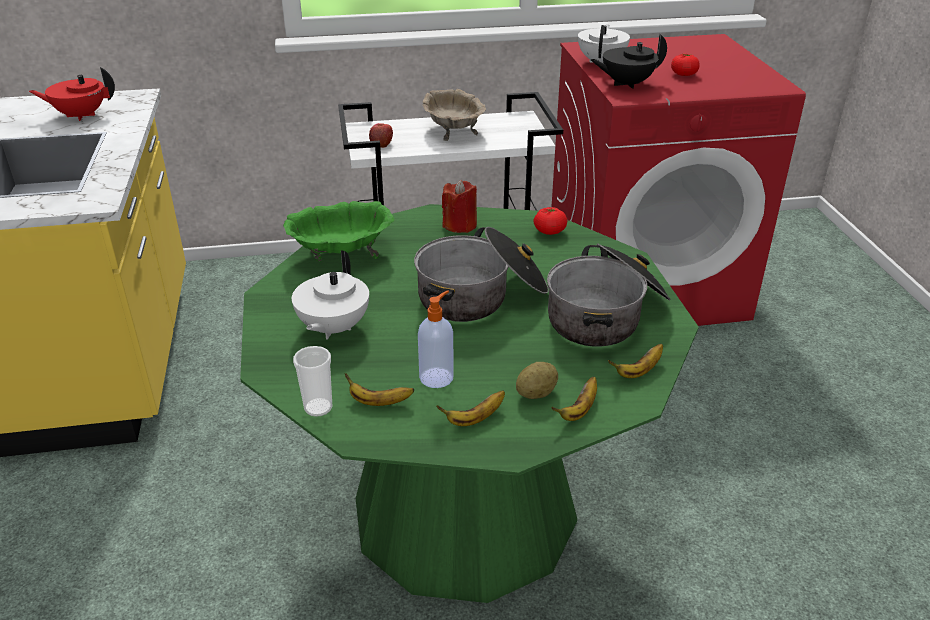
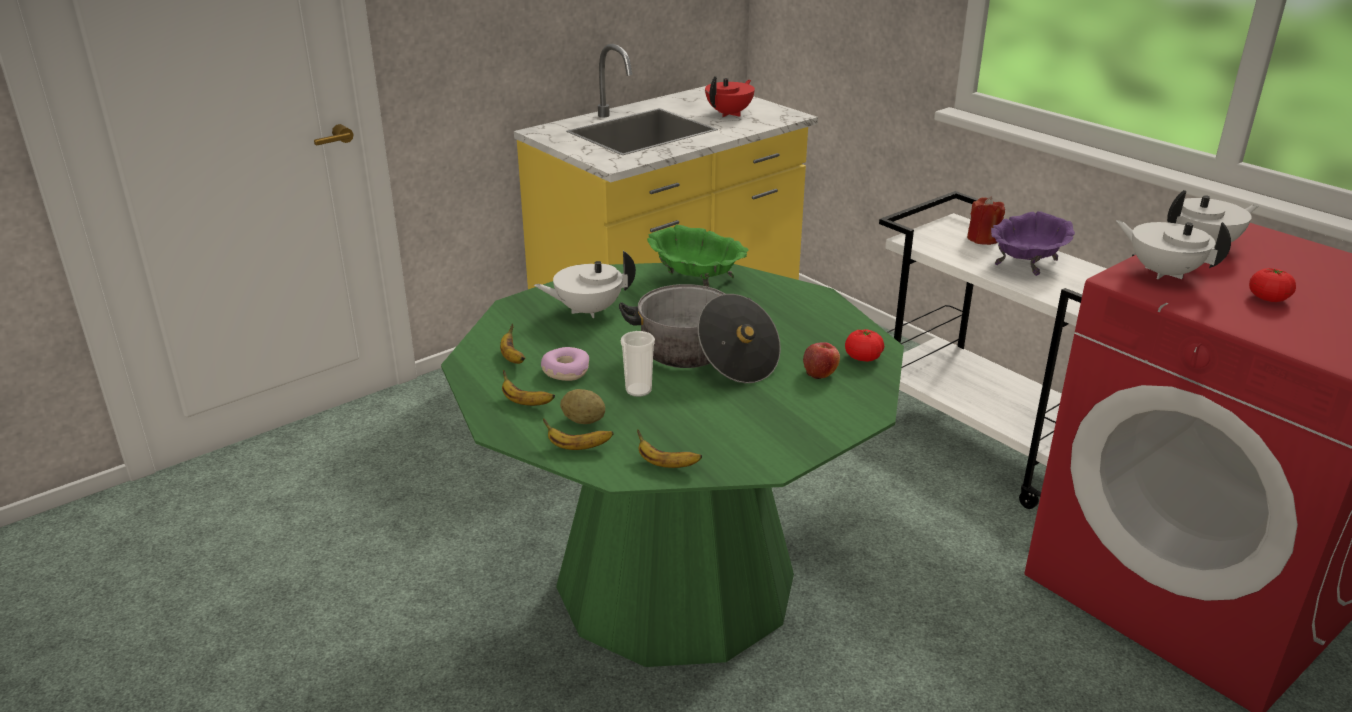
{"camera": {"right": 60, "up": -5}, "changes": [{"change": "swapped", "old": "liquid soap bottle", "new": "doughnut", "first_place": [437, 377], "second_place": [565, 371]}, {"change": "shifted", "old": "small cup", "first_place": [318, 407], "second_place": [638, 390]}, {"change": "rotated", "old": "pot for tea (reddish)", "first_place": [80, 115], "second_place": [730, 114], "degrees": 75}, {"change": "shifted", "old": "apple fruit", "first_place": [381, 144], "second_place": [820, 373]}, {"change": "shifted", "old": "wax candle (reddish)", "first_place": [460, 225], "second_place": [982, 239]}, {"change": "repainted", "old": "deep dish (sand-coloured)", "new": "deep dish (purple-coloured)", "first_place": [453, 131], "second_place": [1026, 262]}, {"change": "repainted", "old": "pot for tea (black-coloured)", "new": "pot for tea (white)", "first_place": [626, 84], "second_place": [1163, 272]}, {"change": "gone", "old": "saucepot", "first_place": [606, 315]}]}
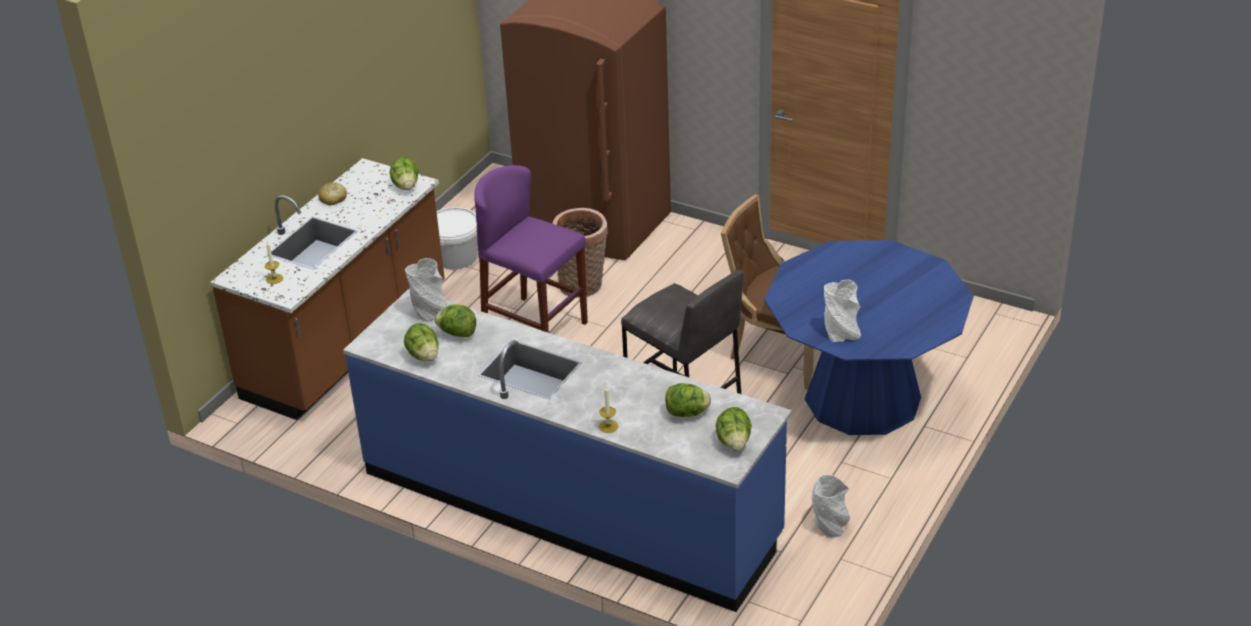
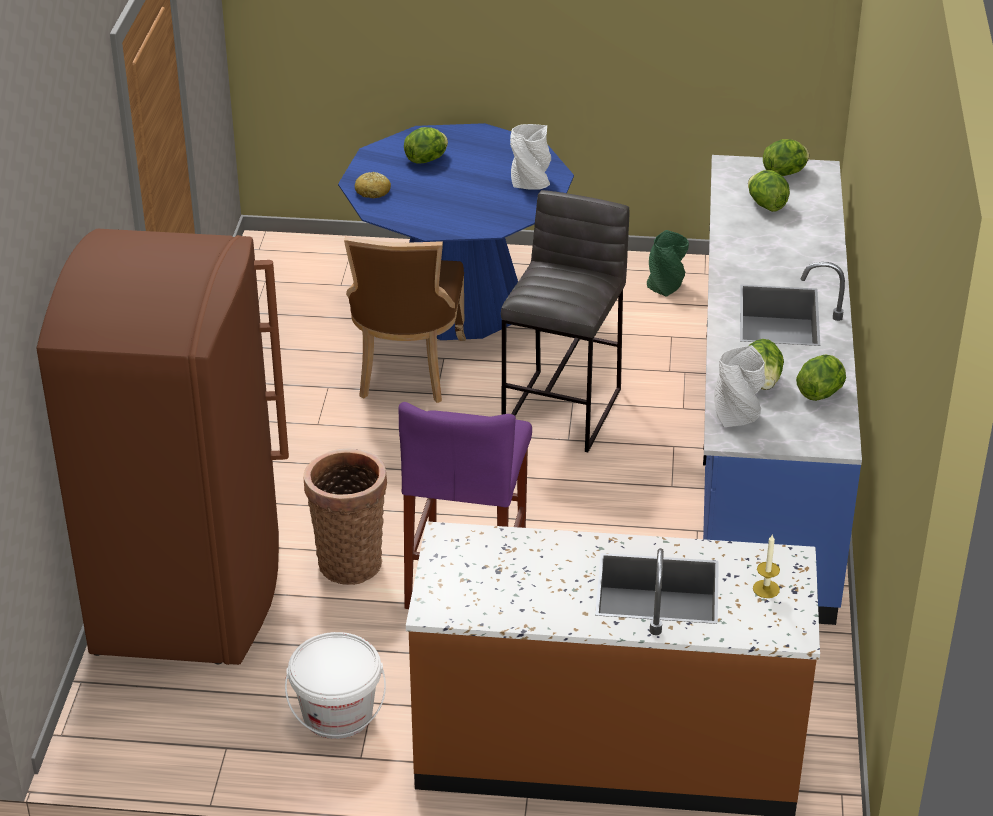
{"camera": {"right": -115, "up": 0}, "changes": [{"change": "shifted", "old": "bakery bread", "first_place": [333, 199], "second_place": [373, 192]}, {"change": "shifted", "old": "lettuce head", "first_place": [406, 186], "second_place": [427, 160]}, {"change": "repainted", "old": "vase (gray)", "new": "vase (green-coloured)", "first_place": [830, 526], "second_place": [666, 286]}, {"change": "gone", "old": "wax candle", "first_place": [608, 426]}]}
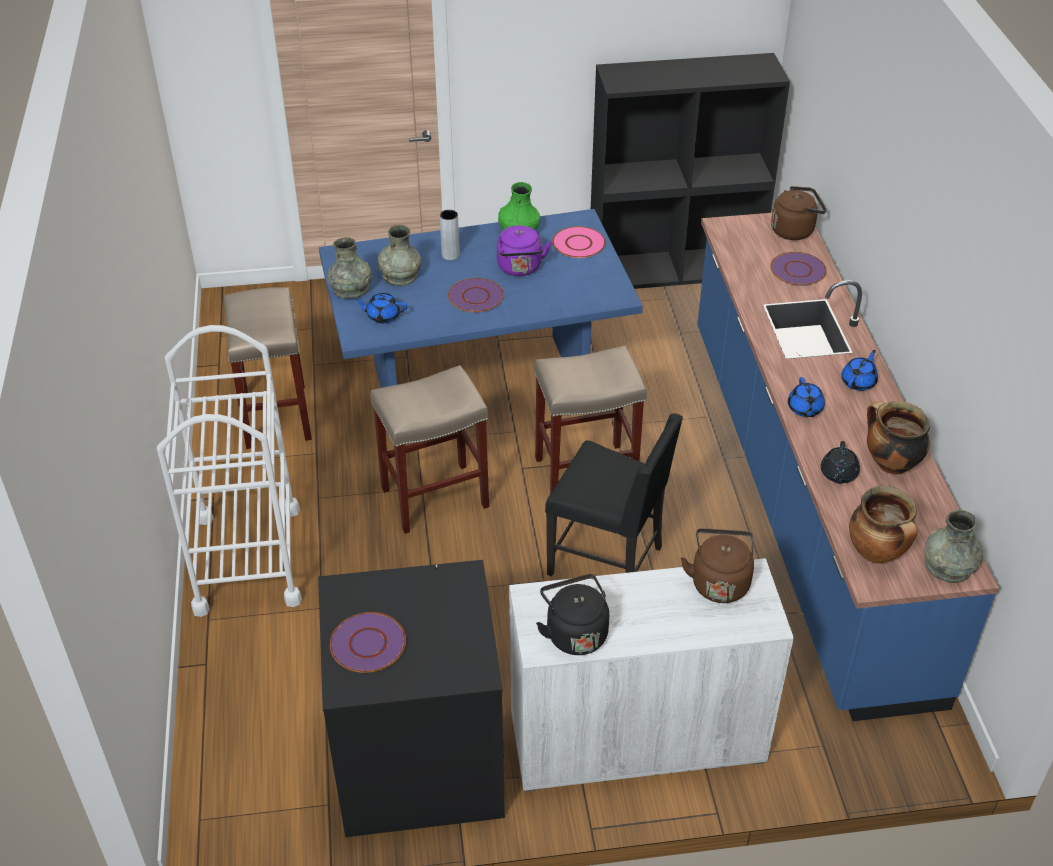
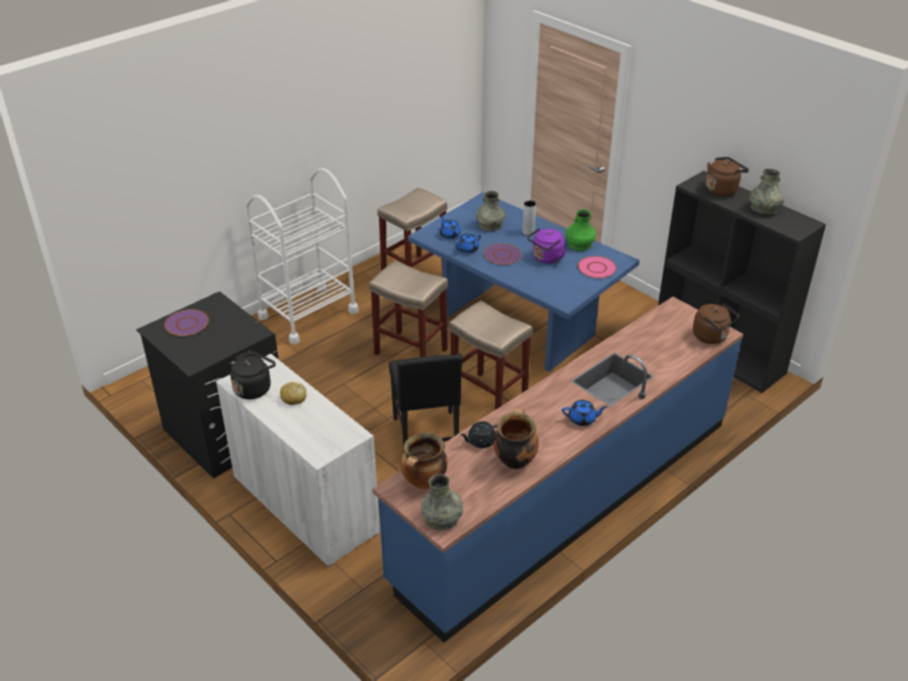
{"camera": {"right": 55, "up": -5}, "changes": [{"change": "new", "new": "bakery bread", "second_place": [293, 398]}, {"change": "shifted", "old": "pot for tea (blue)", "first_place": [805, 409], "second_place": [467, 249]}, {"change": "shifted", "old": "water kettle (brownish)", "first_place": [719, 582], "second_place": [722, 189]}, {"change": "shifted", "old": "vase (gray)", "first_place": [351, 289], "second_place": [764, 209]}, {"change": "gone", "old": "plate (purple-coloured)", "first_place": [798, 270]}]}
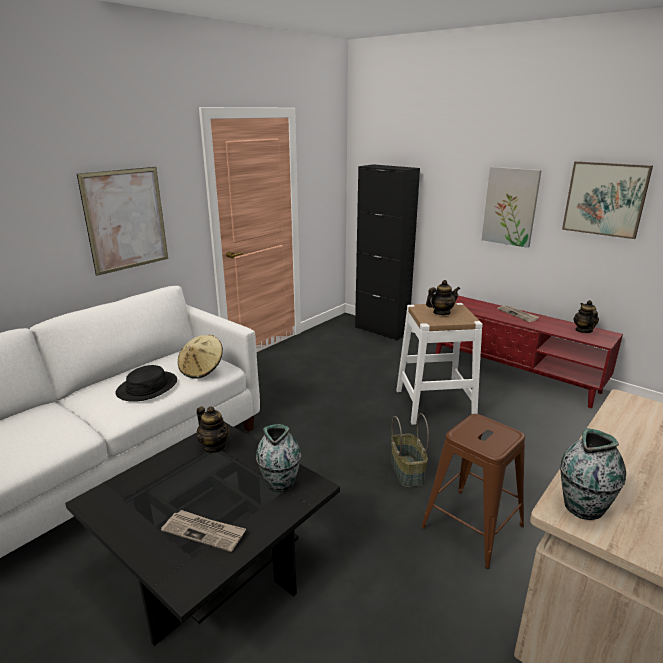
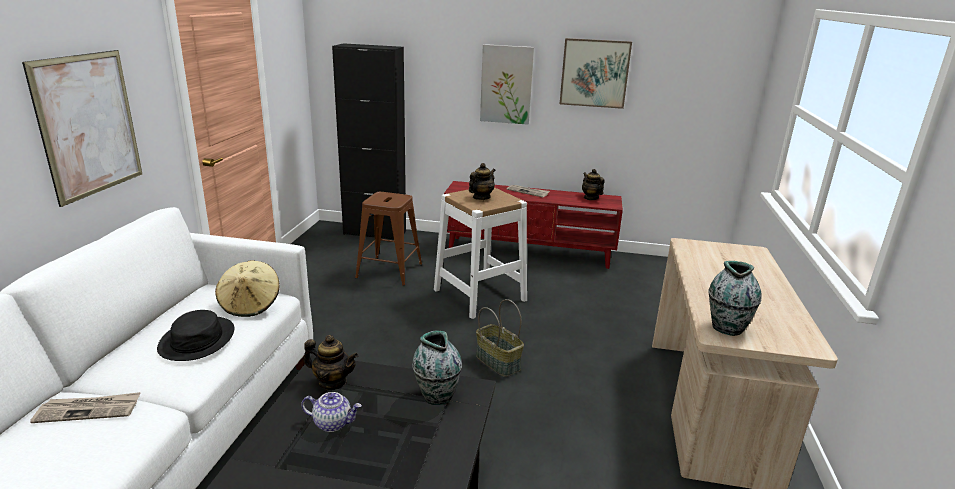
{"camera": {"right": -30, "up": 0}, "changes": [{"change": "shifted", "old": "newspaper", "first_place": [204, 532], "second_place": [89, 410]}, {"change": "new", "new": "pot for tea", "second_place": [333, 423]}, {"change": "shifted", "old": "sitting stool (brownish)", "first_place": [472, 527], "second_place": [389, 271]}]}
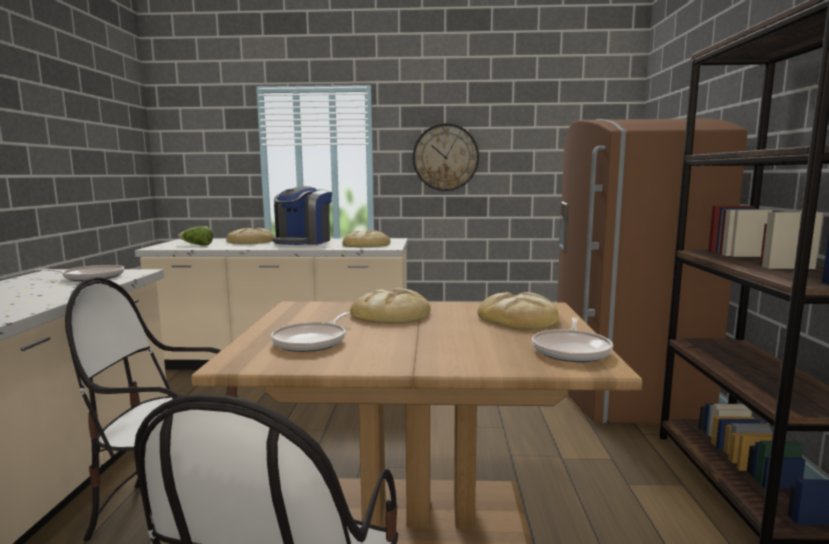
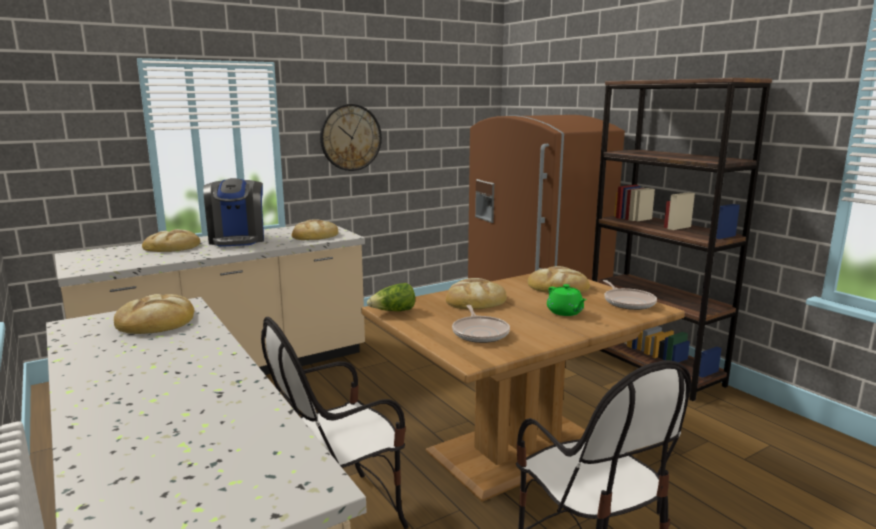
{"camera": {"right": -35, "up": 5}, "changes": [{"change": "swapped", "old": "pan", "new": "bakery bread", "first_place": [90, 277], "second_place": [156, 320]}, {"change": "shifted", "old": "lettuce head", "first_place": [197, 245], "second_place": [393, 311]}, {"change": "new", "new": "pot for tea (green-coloured)", "second_place": [565, 312]}]}
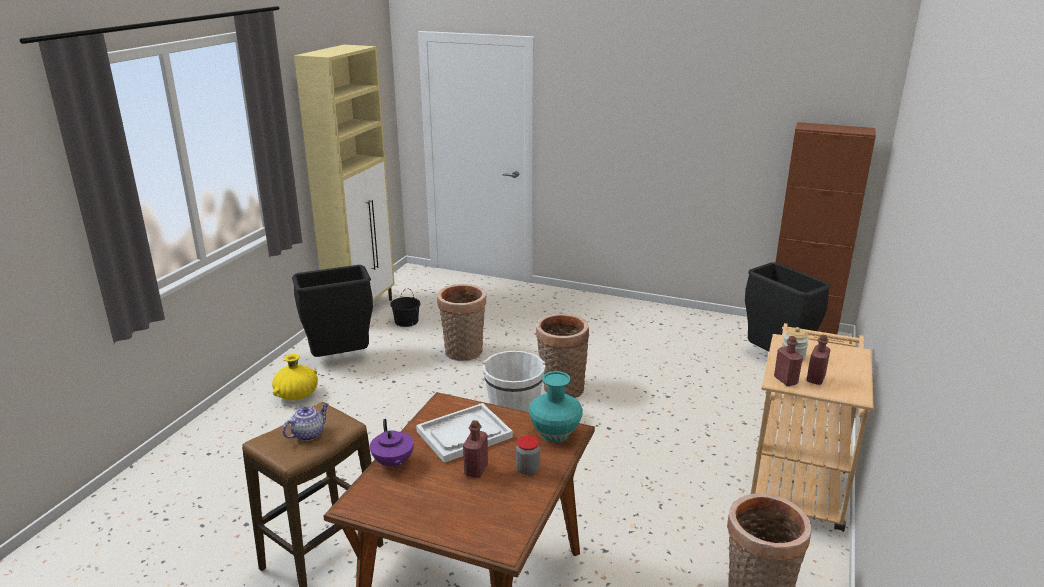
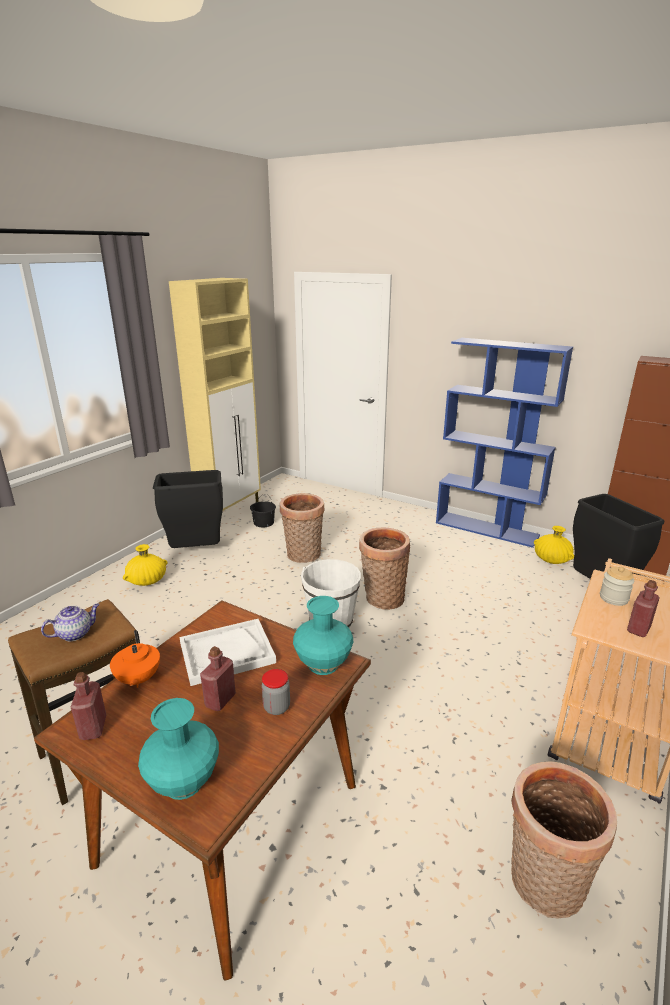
{"camera": {"right": 10, "up": 0}, "changes": [{"change": "shifted", "old": "beverage bottle (reddish)", "first_place": [785, 380], "second_place": [93, 728]}, {"change": "repainted", "old": "pot for tea (purple-coloured)", "new": "pot for tea (orange)", "first_place": [393, 463], "second_place": [138, 679]}, {"change": "new", "new": "vase (turquoise)", "second_place": [184, 781]}, {"change": "new", "new": "bookshelf (blue)", "second_place": [487, 529]}, {"change": "new", "new": "vase (yellow-coloured)", "second_place": [551, 560]}]}
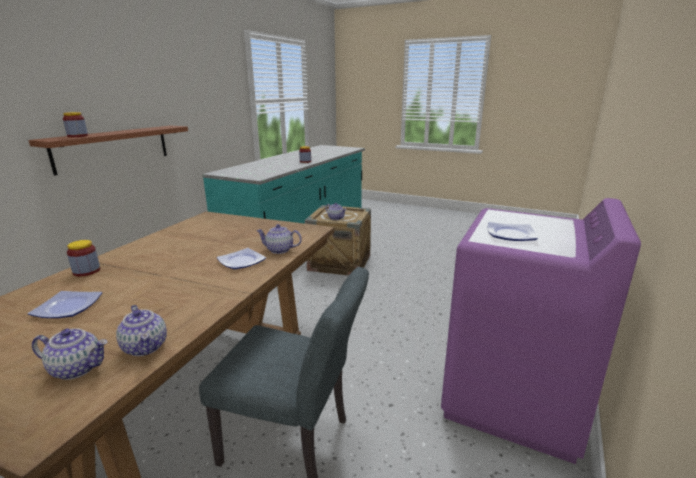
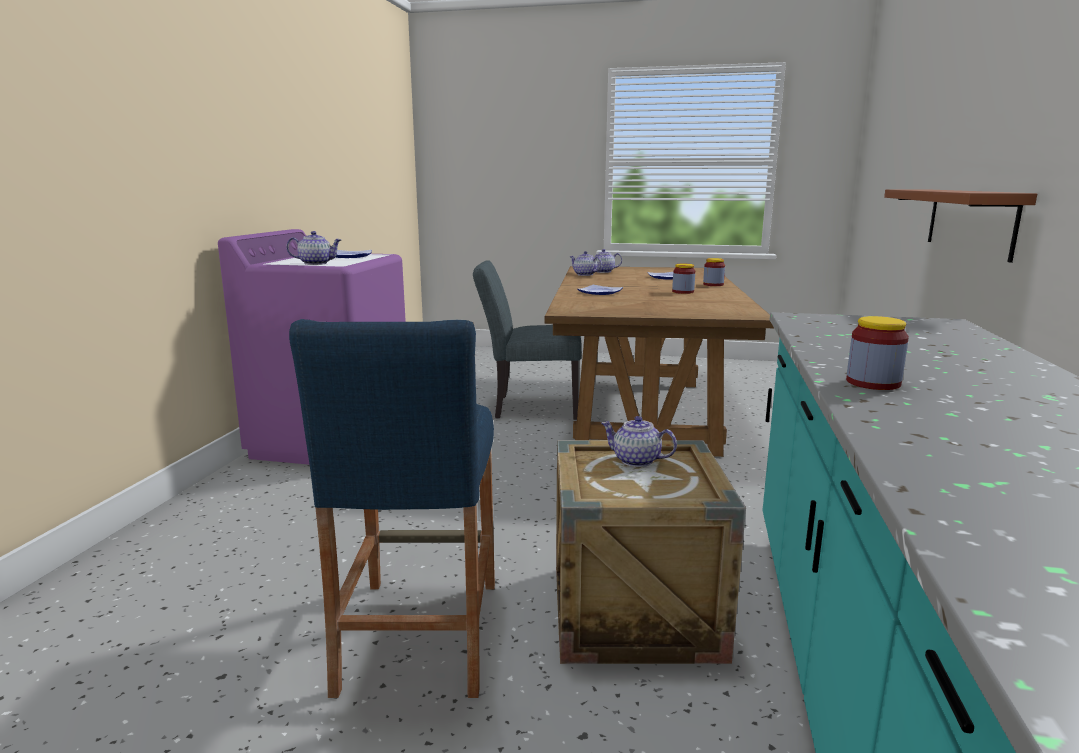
{"camera": {"right": 165, "up": -5}, "changes": [{"change": "shifted", "old": "pot for tea", "first_place": [279, 250], "second_place": [316, 263]}, {"change": "new", "new": "sitting stool (blue)", "second_place": [419, 634]}, {"change": "shifted", "old": "preserve jar", "first_place": [77, 136], "second_place": [683, 292]}]}
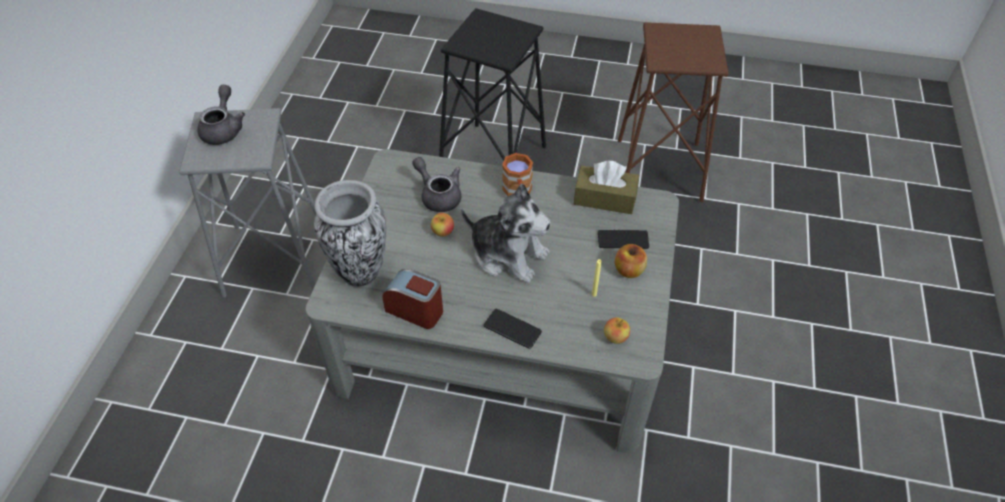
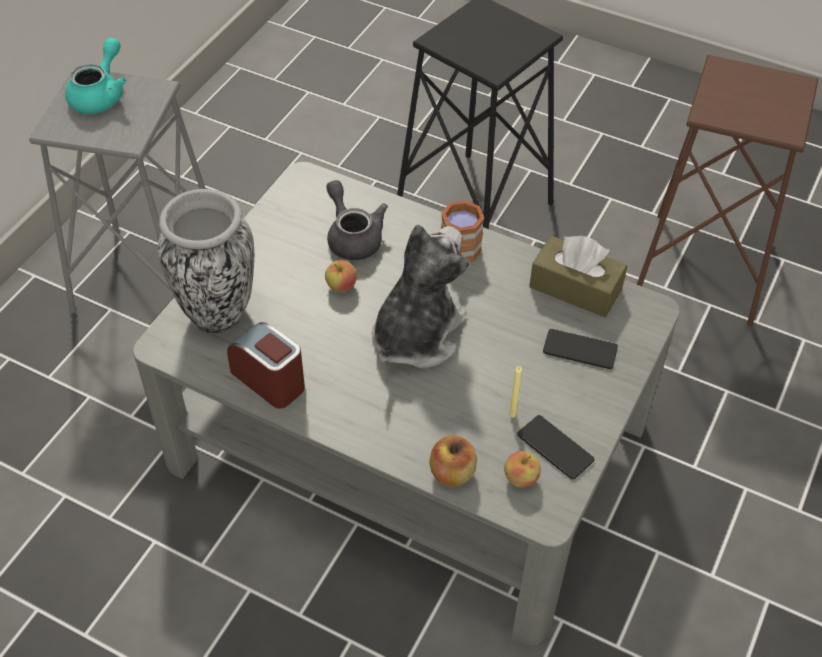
{"camera": {"right": 15, "up": 0}, "changes": [{"change": "repainted", "old": "pot for tea (gray)", "new": "pot for tea (turquoise)", "first_place": [224, 129], "second_place": [101, 95]}, {"change": "rotated", "old": "cuddly toy", "first_place": [508, 254], "second_place": [416, 334], "degrees": -105}, {"change": "shifted", "old": "apple fruit", "first_place": [629, 270], "second_place": [452, 473]}, {"change": "shifted", "old": "phone", "first_place": [512, 329], "second_place": [555, 447]}]}
